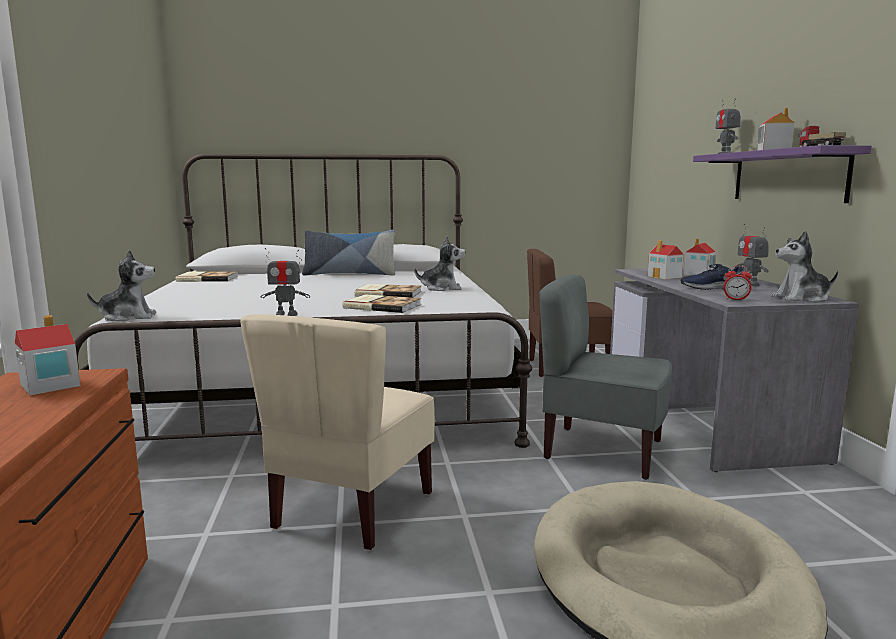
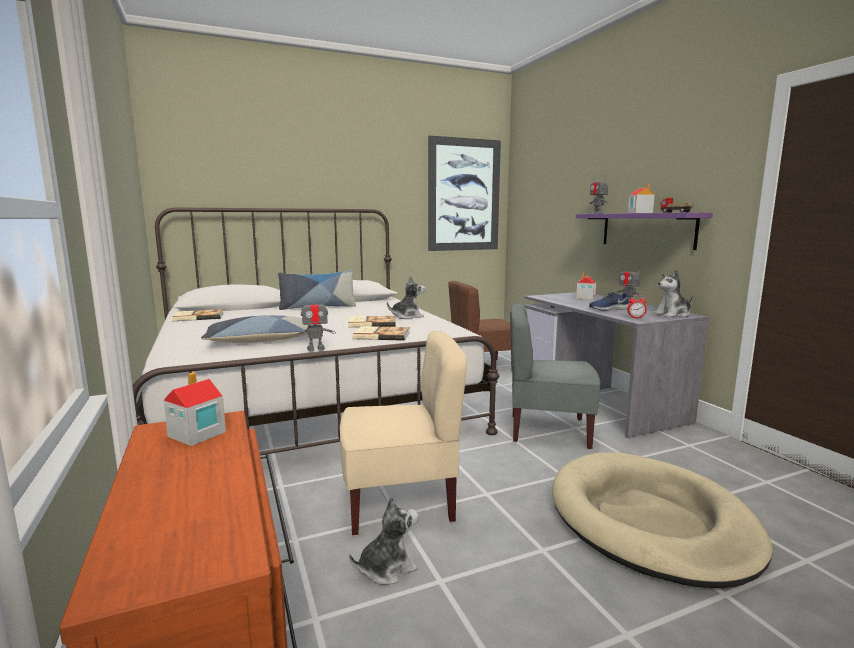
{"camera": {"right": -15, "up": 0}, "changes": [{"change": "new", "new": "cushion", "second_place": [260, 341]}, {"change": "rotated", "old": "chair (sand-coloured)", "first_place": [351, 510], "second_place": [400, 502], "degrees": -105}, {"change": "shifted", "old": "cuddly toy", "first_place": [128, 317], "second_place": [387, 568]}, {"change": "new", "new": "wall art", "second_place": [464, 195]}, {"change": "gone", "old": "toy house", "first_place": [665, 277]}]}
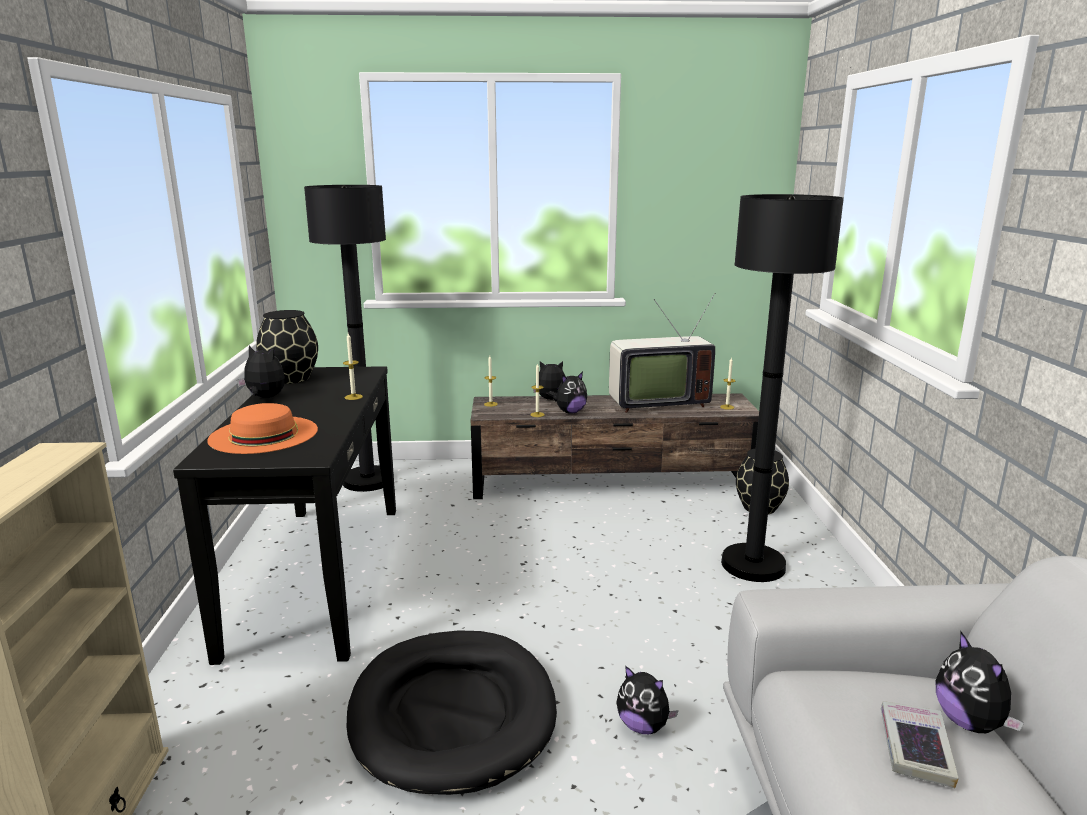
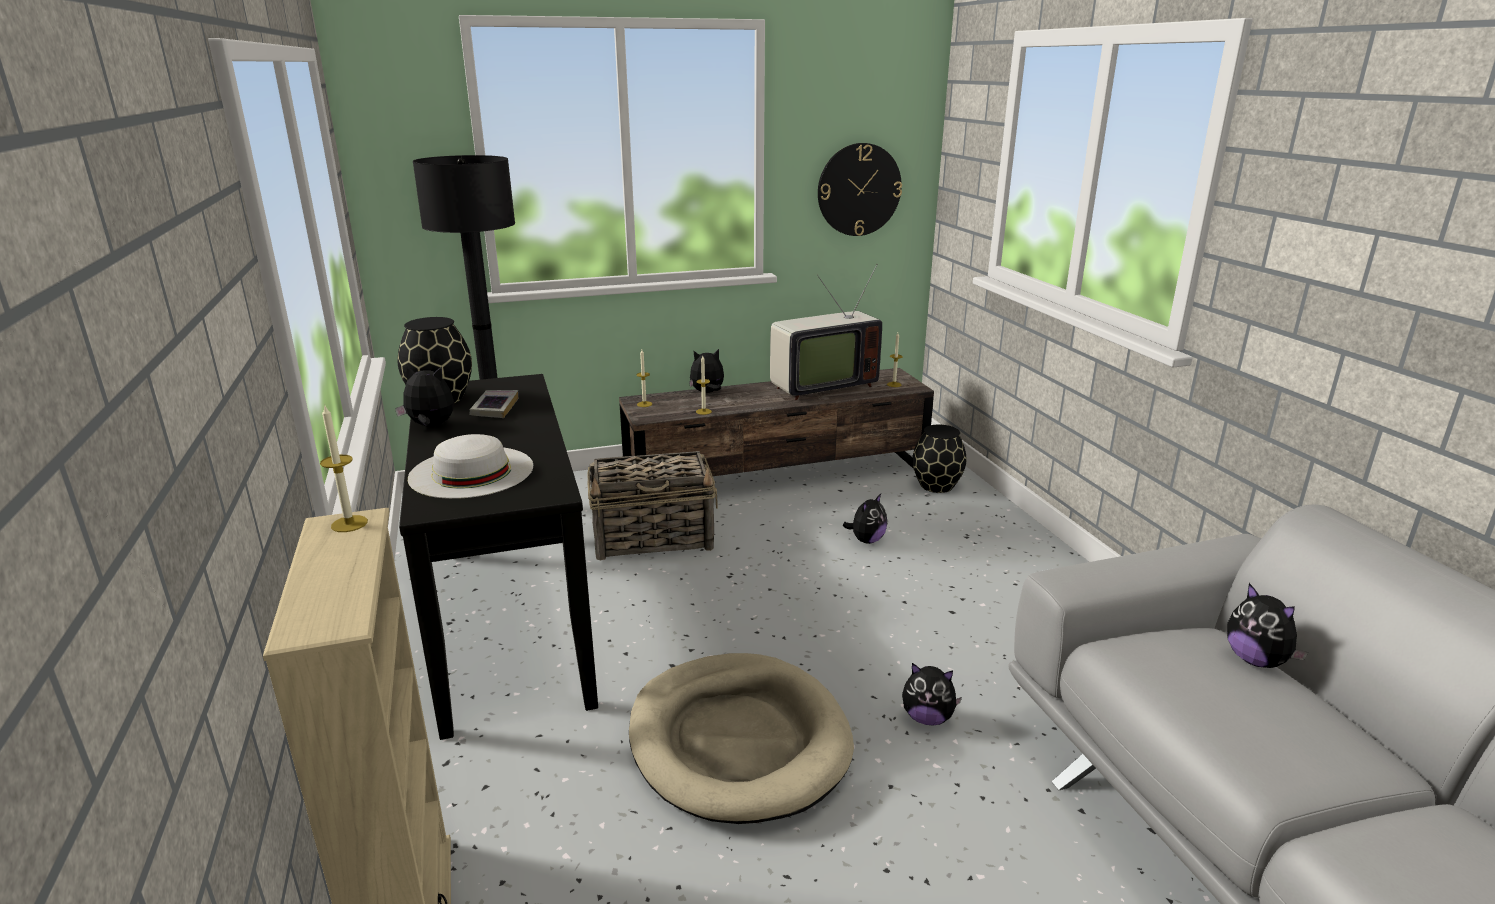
{"camera": {"right": -15, "up": 5}, "changes": [{"change": "shifted", "old": "wax candle", "first_place": [353, 397], "second_place": [349, 524]}, {"change": "repainted", "old": "hat (orange)", "new": "hat (white)", "first_place": [264, 434], "second_place": [471, 472]}, {"change": "shifted", "old": "bound book", "first_place": [915, 748], "second_place": [495, 408]}, {"change": "new", "new": "household basket", "second_place": [654, 538]}, {"change": "repainted", "old": "pet bed (black-coloured)", "new": "pet bed (sand-coloured)", "first_place": [452, 714], "second_place": [738, 741]}, {"change": "new", "new": "clock on the wall", "second_place": [859, 190]}, {"change": "shifted", "old": "cuddly toy", "first_place": [570, 412], "second_place": [866, 540]}, {"change": "gone", "old": "standard lamp (black-coloured)", "first_place": [753, 565]}]}
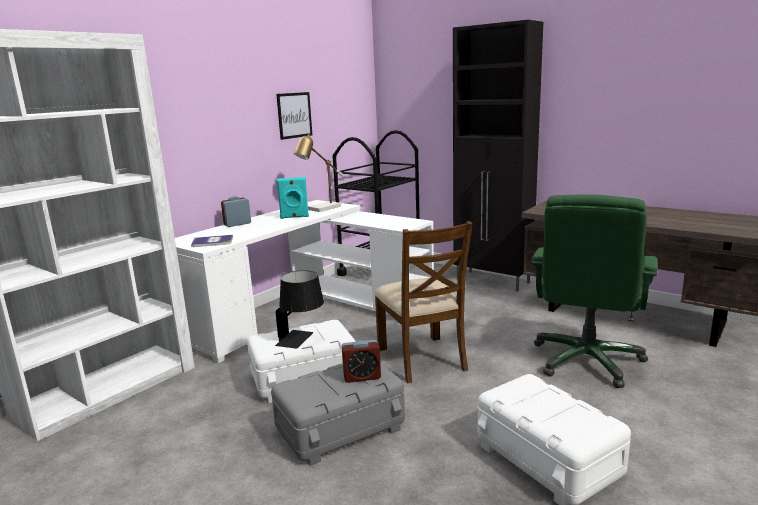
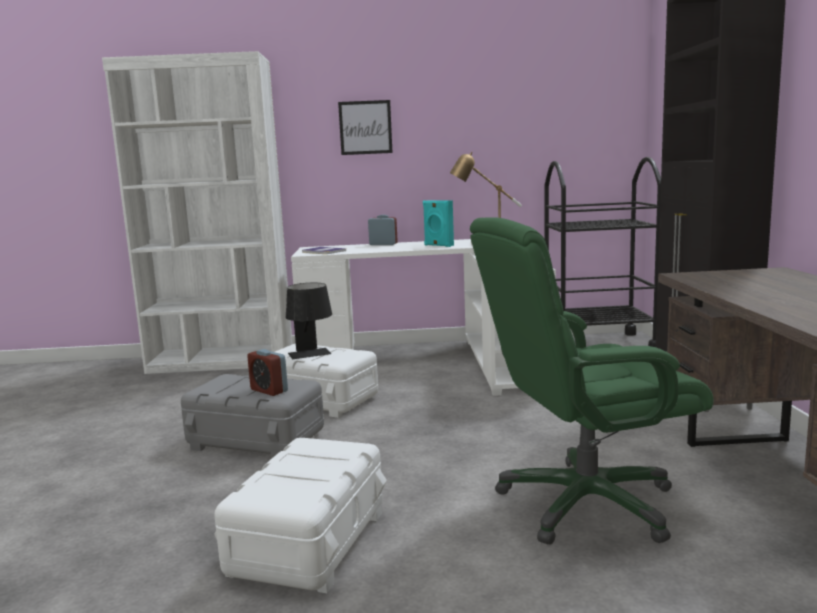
{"camera": {"right": 50, "up": -5}, "changes": [{"change": "shifted", "old": "wall art", "first_place": [294, 115], "second_place": [365, 127]}, {"change": "gone", "old": "chair (brownish)", "first_place": [422, 359]}]}
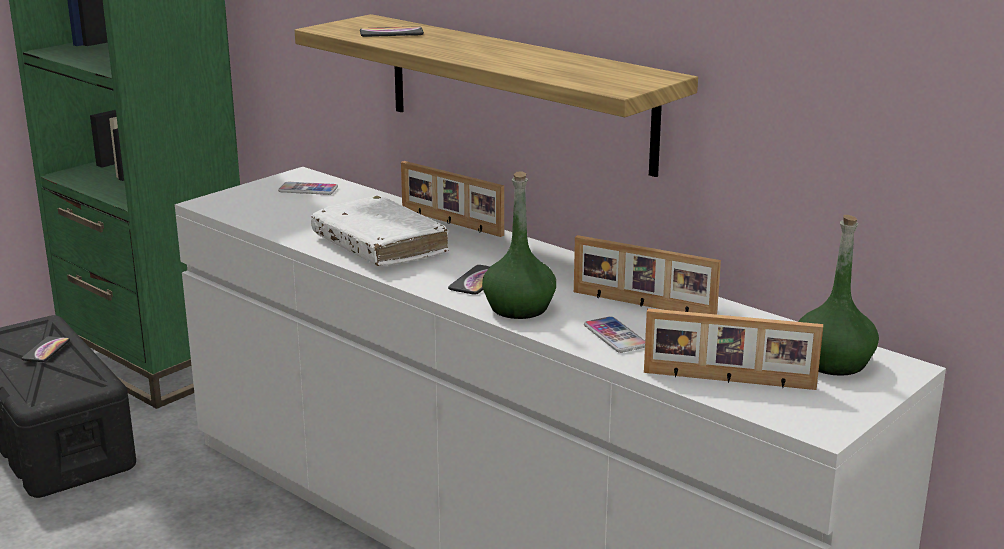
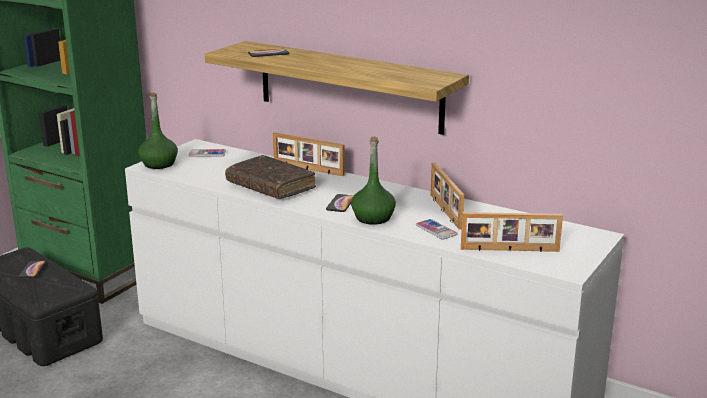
{"camera": {"right": -10, "up": 0}, "changes": [{"change": "shifted", "old": "beverage bottle (green-coloured)", "first_place": [833, 362], "second_place": [159, 164]}, {"change": "repainted", "old": "bound book (white)", "new": "bound book (brownish)", "first_place": [379, 246], "second_place": [270, 186]}, {"change": "rotated", "old": "picture frame", "first_place": [642, 305], "second_place": [444, 211], "degrees": 60}]}
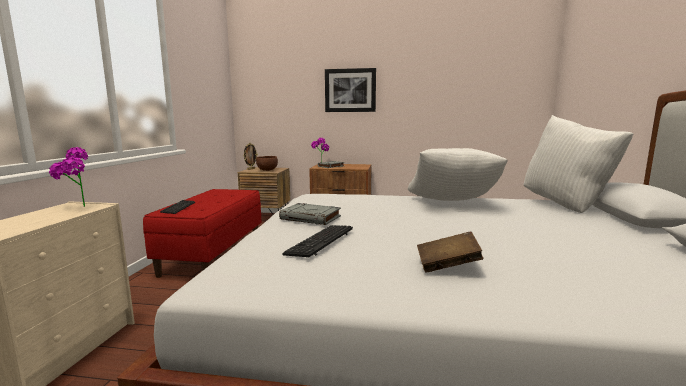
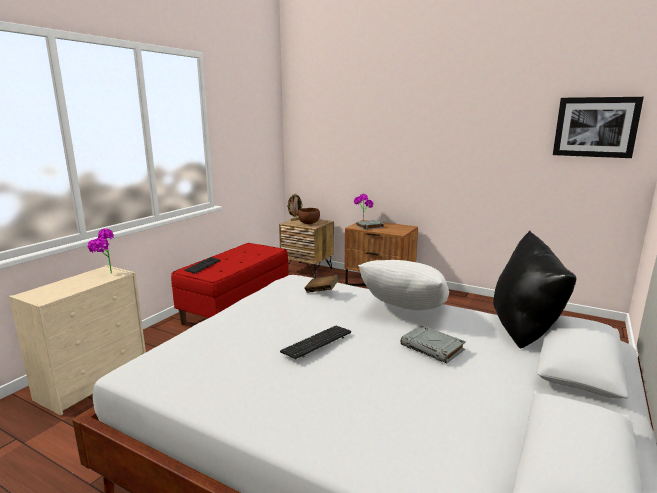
{"camera": {"right": 20, "up": 5}, "changes": [{"change": "shifted", "old": "computer keyboard", "first_place": [321, 242], "second_place": [317, 343]}, {"change": "shifted", "old": "bound book (brownish)", "first_place": [447, 266], "second_place": [322, 291]}, {"change": "shifted", "old": "bound book (gray)", "first_place": [311, 218], "second_place": [433, 348]}, {"change": "repainted", "old": "cushion (white)", "new": "cushion (black-coloured)", "first_place": [566, 205], "second_place": [525, 333]}, {"change": "shifted", "old": "wall art", "first_place": [350, 90], "second_place": [595, 127]}]}
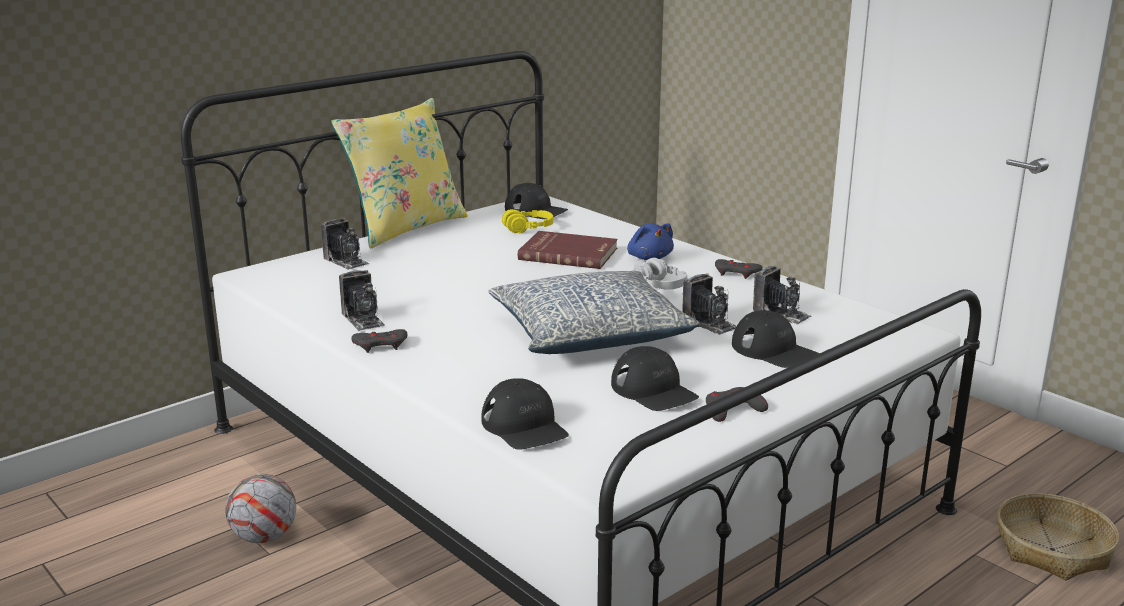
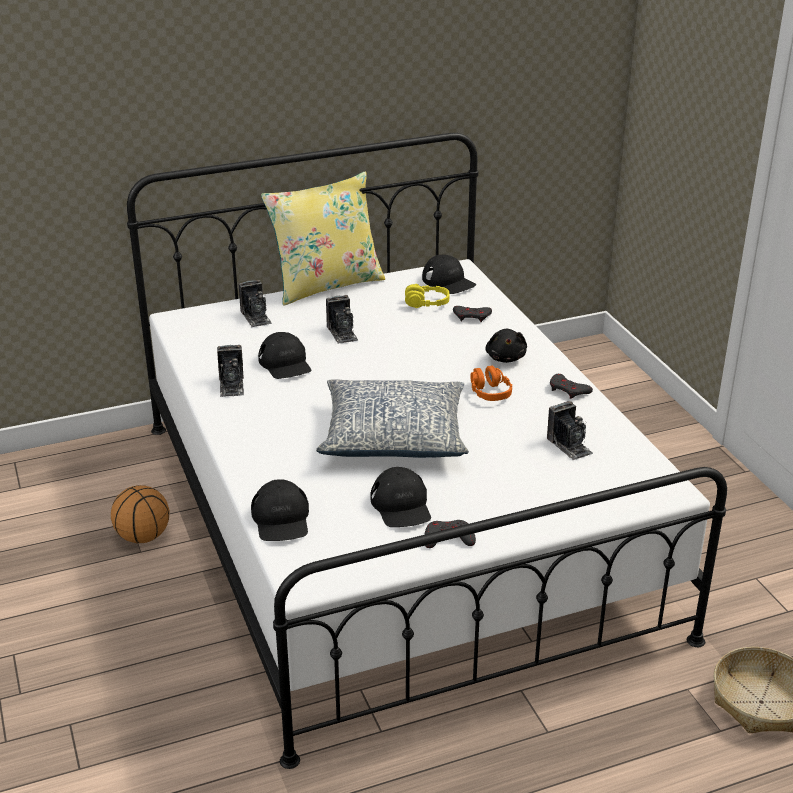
{"camera": {"right": 20, "up": 10}, "changes": [{"change": "swapped", "old": "football", "new": "ball for basketball", "first_place": [264, 537], "second_place": [143, 536]}, {"change": "shifted", "old": "baseball cap (black-coloured)", "first_place": [774, 350], "second_place": [285, 363]}, {"change": "shifted", "old": "still camera", "first_place": [709, 323], "second_place": [342, 333]}, {"change": "shifted", "old": "gamepad (gray)", "first_place": [380, 345], "second_place": [472, 316]}, {"change": "repainted", "old": "pair of headphones (gray)", "new": "pair of headphones (orange)", "first_place": [659, 285], "second_place": [490, 392]}, {"change": "repainted", "old": "cuddly toy (blue)", "new": "cuddly toy (black-coloured)", "first_place": [649, 258], "second_place": [506, 357]}, {"change": "gone", "old": "bound book (reddish)", "first_place": [568, 253]}]}
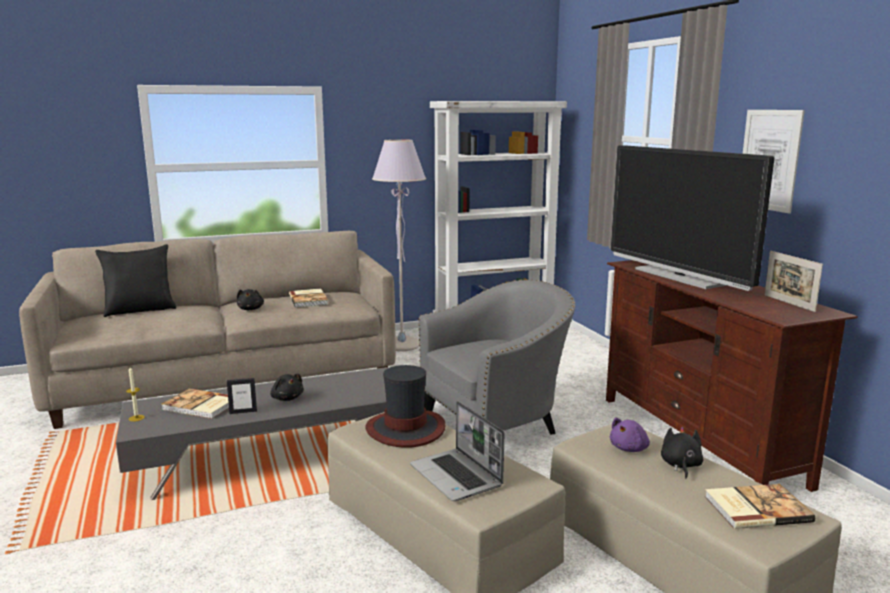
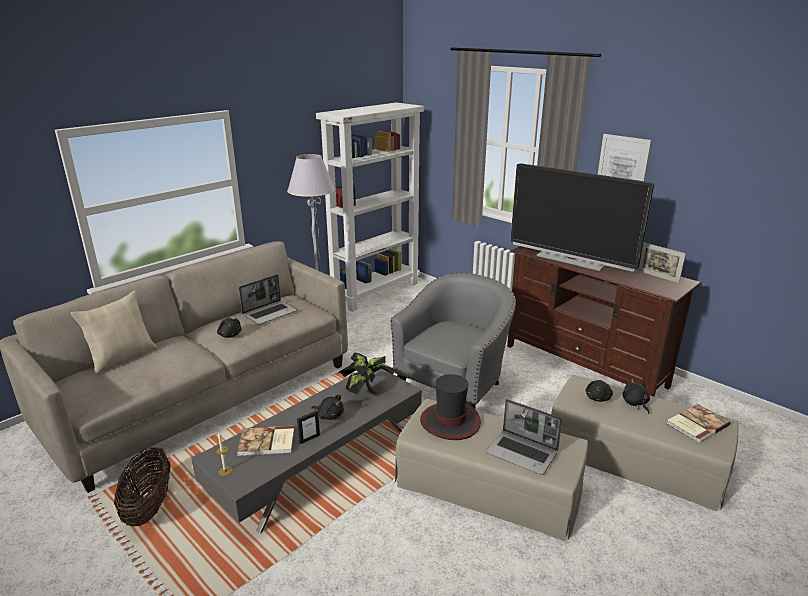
{"camera": {"right": -25, "up": 10}, "changes": [{"change": "repainted", "old": "cushion (black-coloured)", "new": "cushion (sand-coloured)", "first_place": [140, 310], "second_place": [122, 358]}, {"change": "new", "new": "household basket", "second_place": [149, 506]}, {"change": "swapped", "old": "bound book", "new": "laptop", "first_place": [309, 299], "second_place": [270, 313]}, {"change": "new", "new": "plant in a pot", "second_place": [366, 393]}, {"change": "repainted", "old": "cuddly toy (purple-coloured)", "new": "cuddly toy (black-coloured)", "first_place": [630, 448], "second_place": [598, 398]}]}
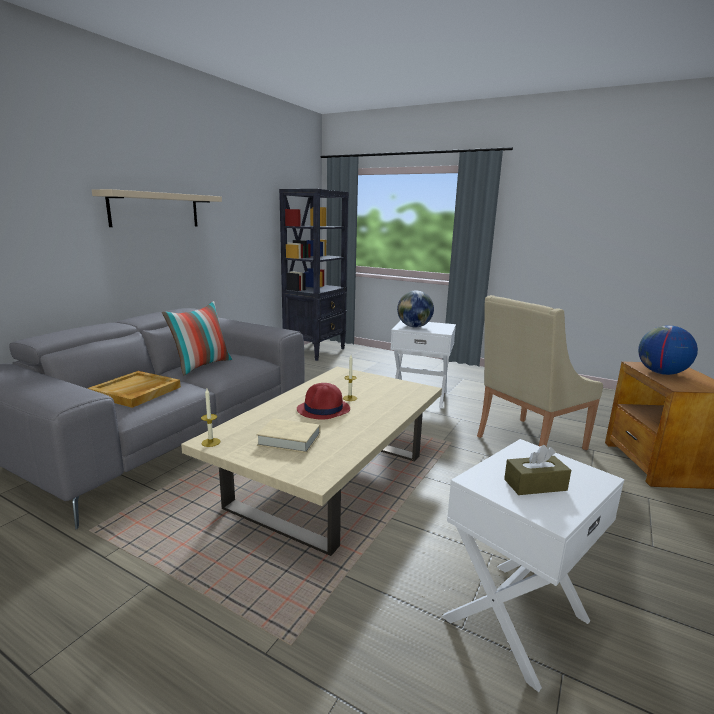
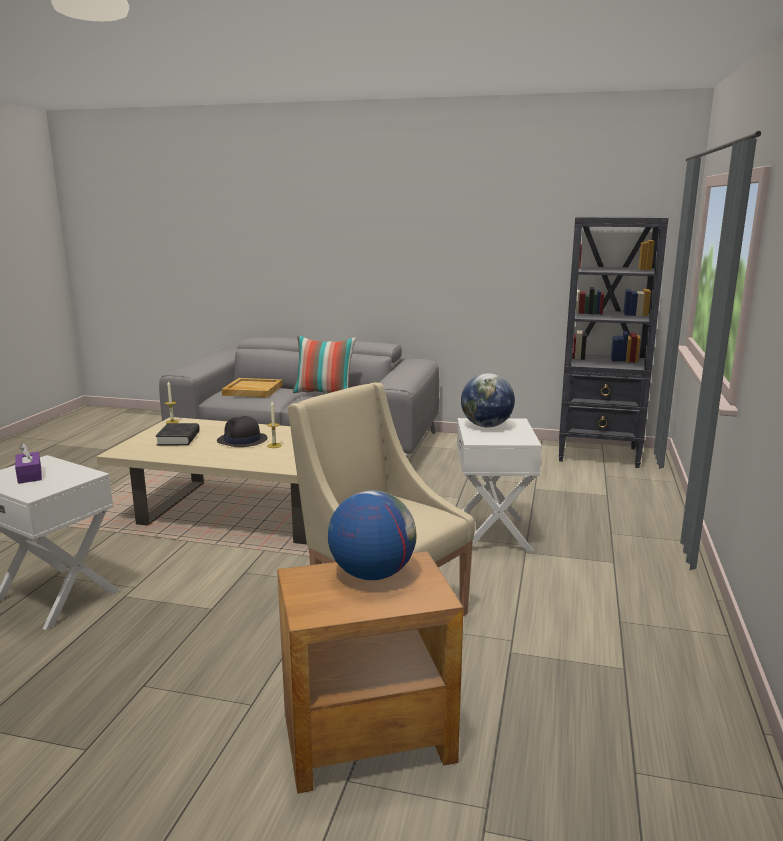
{"camera": {"right": 75, "up": 0}, "changes": [{"change": "repainted", "old": "tissue box (brownish)", "new": "tissue box (purple-coloured)", "first_place": [535, 485], "second_place": [29, 475]}, {"change": "repainted", "old": "bound book (sand-coloured)", "new": "bound book (black-coloured)", "first_place": [289, 440], "second_place": [178, 438]}, {"change": "repainted", "old": "hat (reddish)", "new": "hat (black-coloured)", "first_place": [324, 409], "second_place": [242, 440]}, {"change": "gone", "old": "wall shelf (sand-coloured)", "first_place": [155, 210]}]}
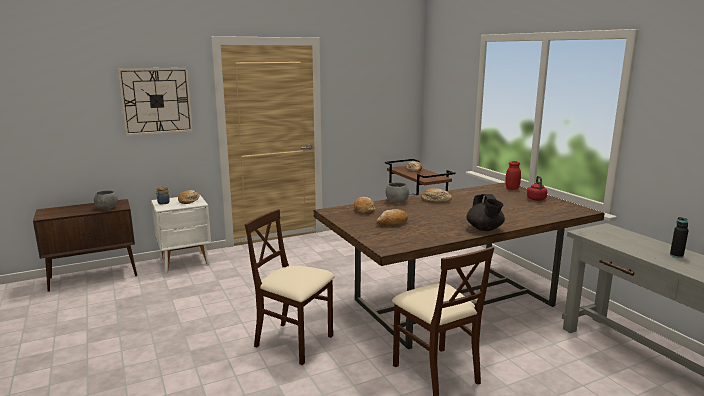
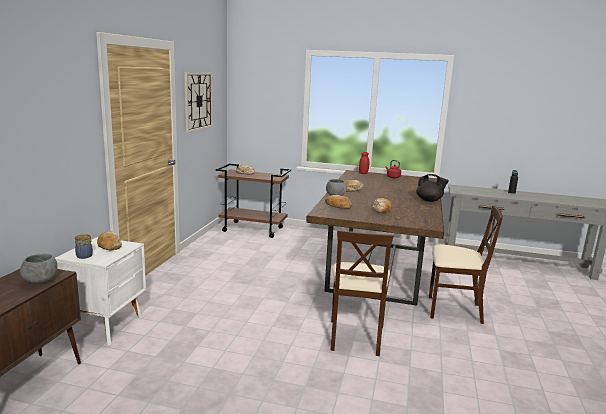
{"camera": {"right": -50, "up": 0}, "changes": [{"change": "shifted", "old": "clock on the wall", "first_place": [156, 101], "second_place": [198, 101]}, {"change": "rotated", "old": "chair (sand-coloured)", "first_place": [294, 342], "second_place": [355, 336], "degrees": -60}]}
